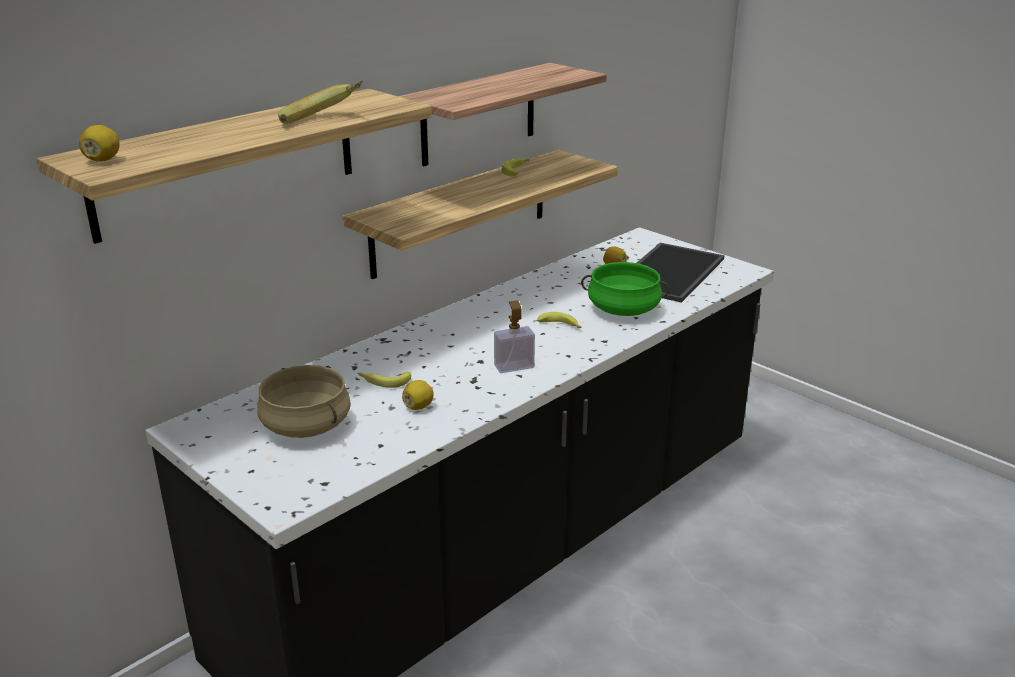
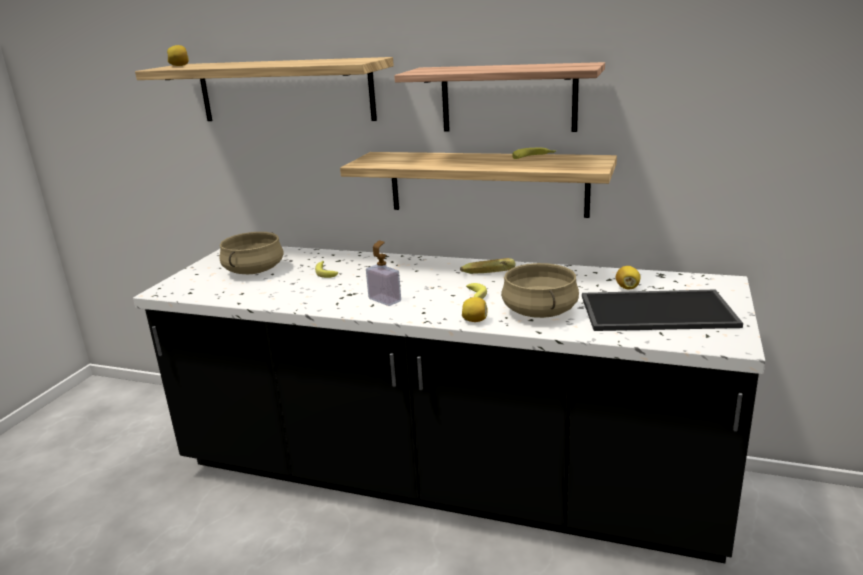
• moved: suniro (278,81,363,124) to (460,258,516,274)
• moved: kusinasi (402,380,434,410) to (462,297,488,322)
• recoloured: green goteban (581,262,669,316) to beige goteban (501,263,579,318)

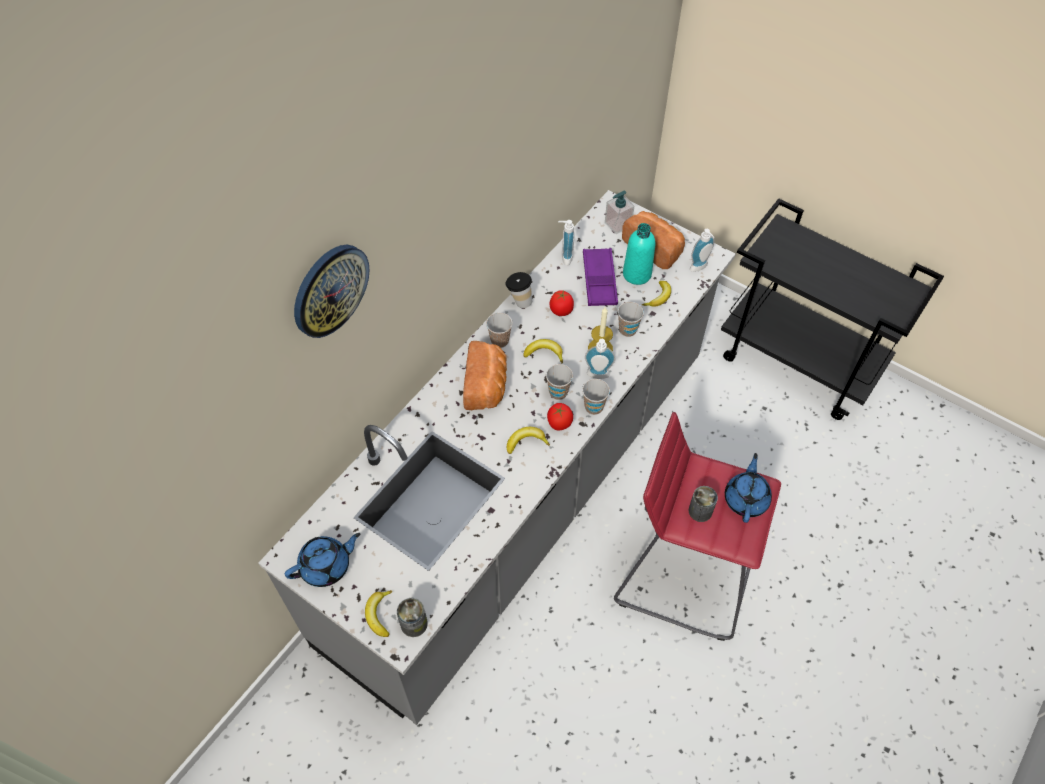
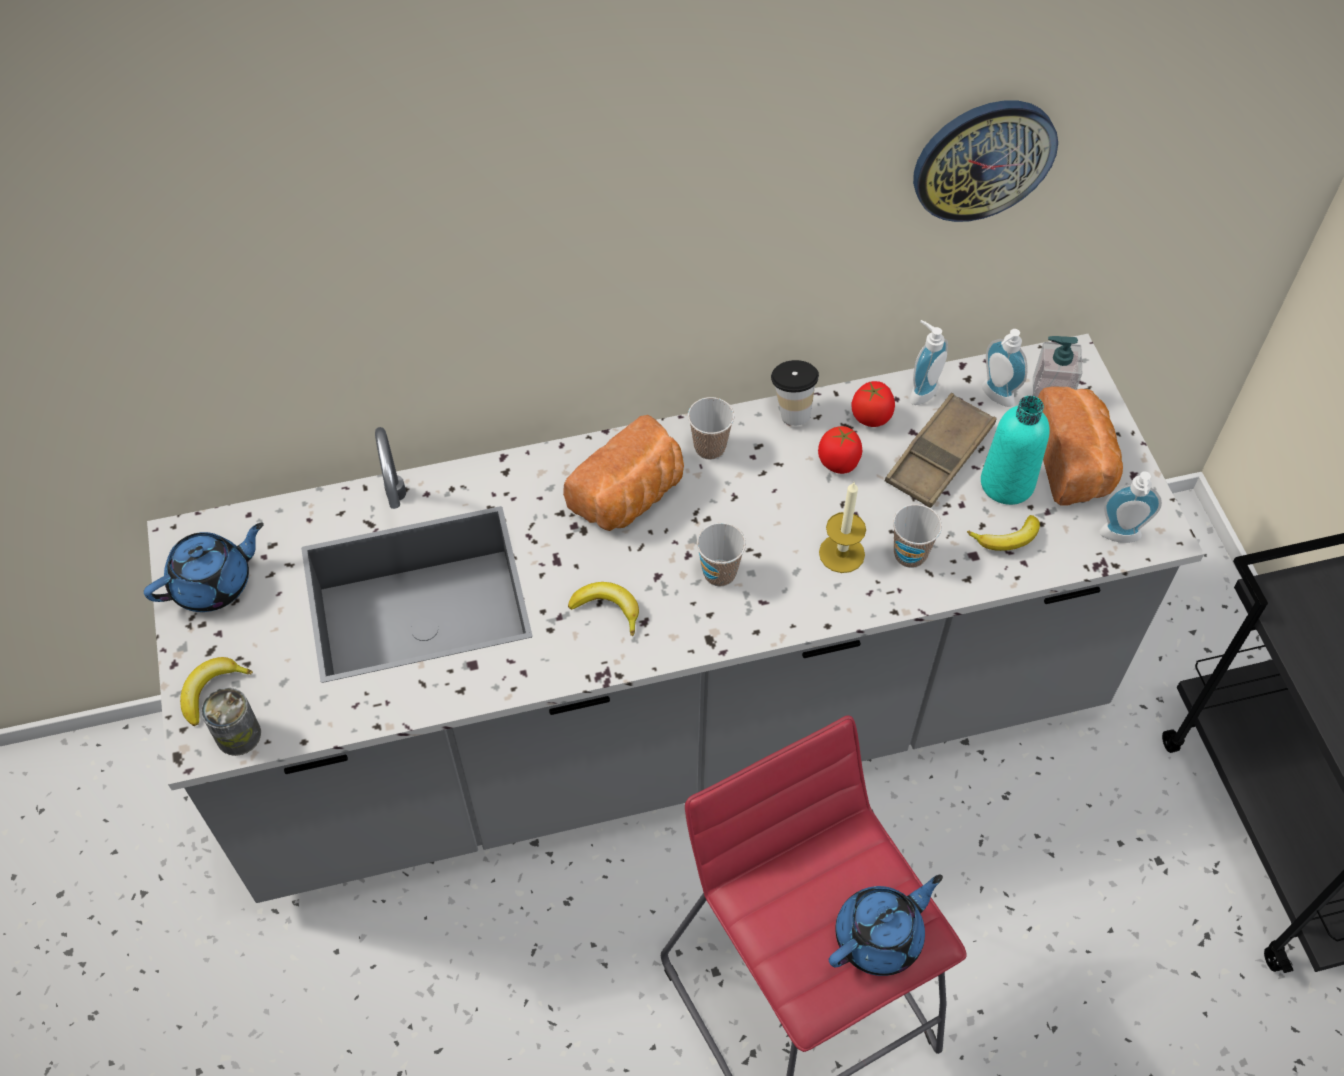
• turned: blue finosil (285,533,360,587) = (144,522,264,612) 45 degrees counterclockwise
• moved: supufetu (547,403,573,430) to (852,381,895,427)
• recoloured: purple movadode (583,248,618,306) to brown movadode (885,393,997,508)
• moved: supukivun (294,245,370,338) to (913,101,1058,222)
• moved: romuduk (585,339,615,379) to (982,329,1028,407)
• removed: suniro (524,339,563,363)
• removed: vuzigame (582,379,610,415)
• removed: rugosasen (688,486,718,522)

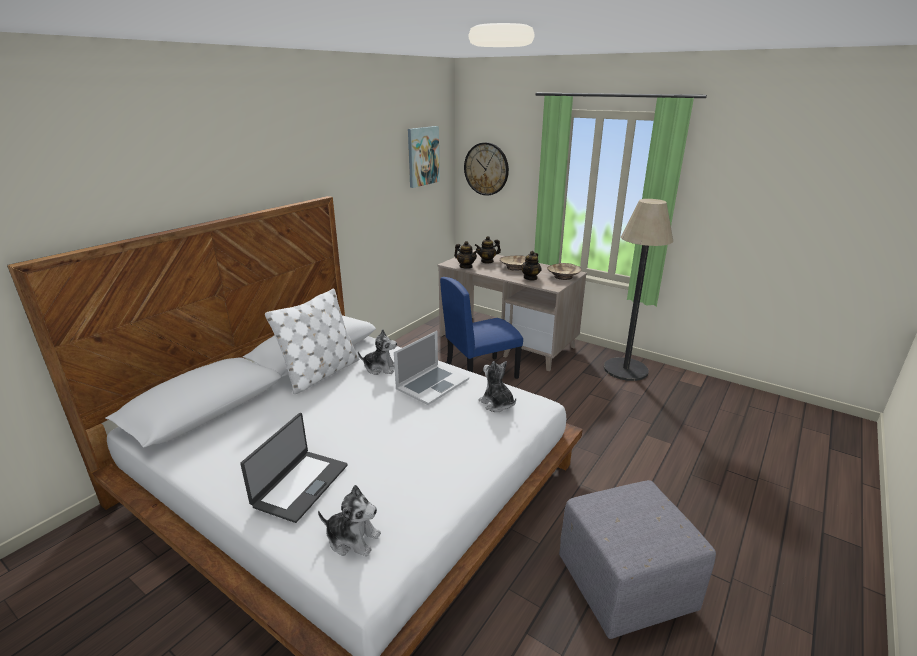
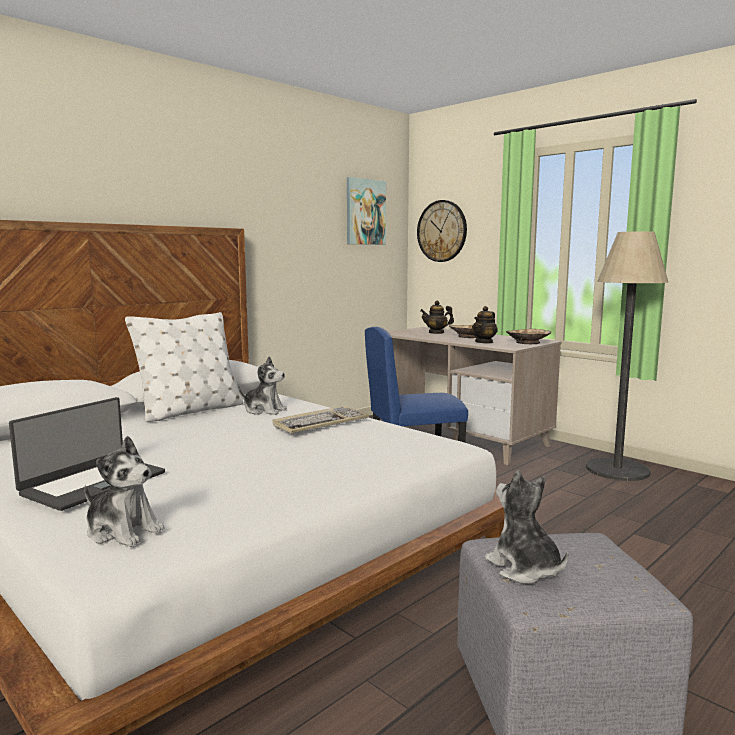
• replaced: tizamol (394,331,469,405) to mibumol (272,406,369,433)
• moved: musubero (478,361,516,412) to (485,470,568,584)
• removed: finosil (454,241,478,269)

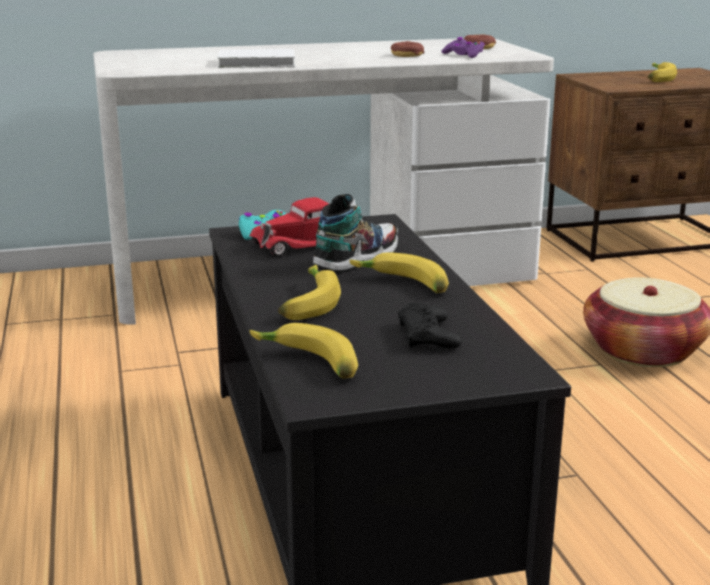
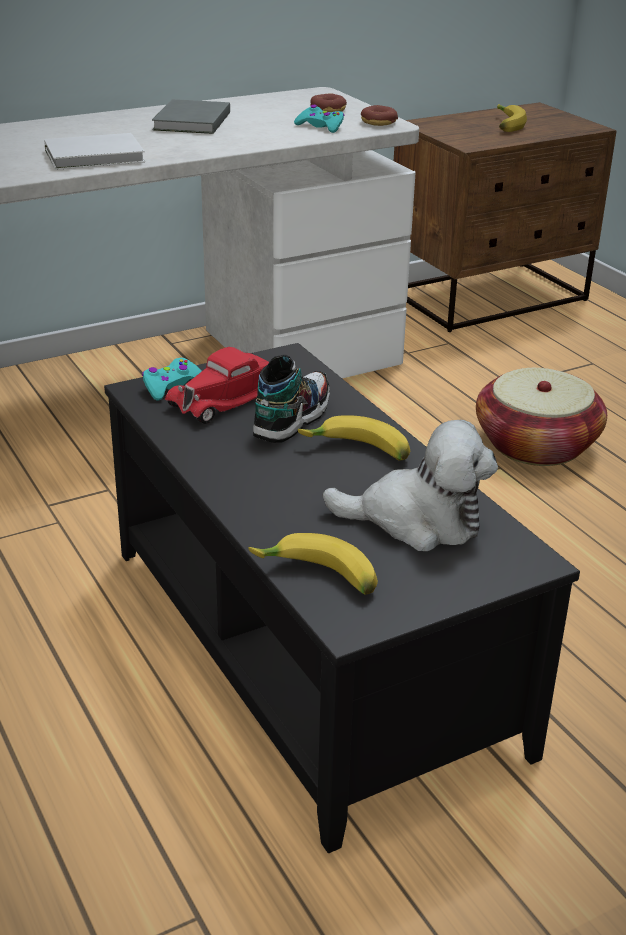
• added: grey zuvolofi (152,99,230,134)
• recoloured: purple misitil (442,37,485,58) to turquoise misitil (294,105,345,133)
• replaced: black misitil (398,303,462,348) to musubero (323,420,498,551)
• moved: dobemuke (391,41,424,57) to (361,105,398,126)
• removed: suniro (278,265,341,320)

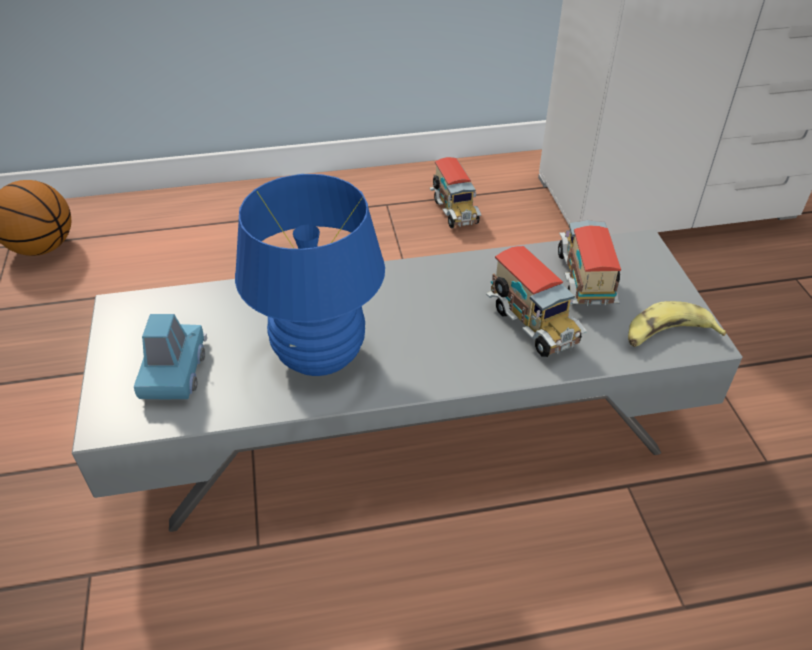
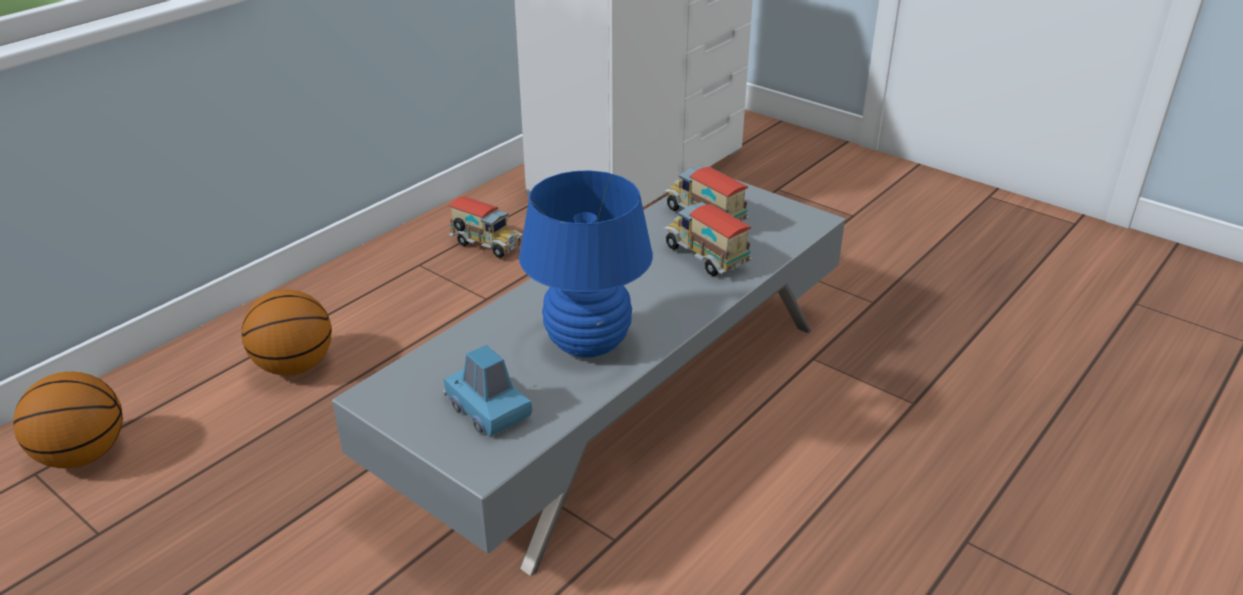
• added: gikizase (242,290,332,376)
• turned: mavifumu (486,246,587,357) = (663,202,752,276) 150 degrees counterclockwise
• removed: suniro (628,301,726,347)

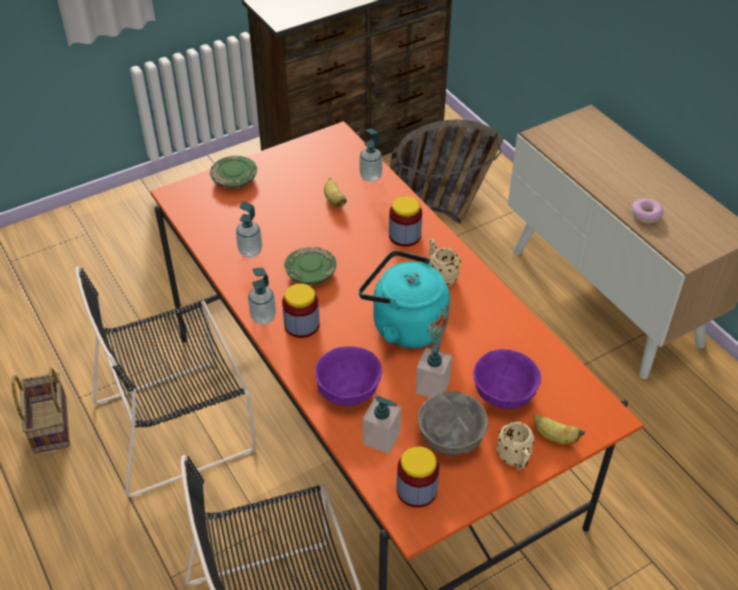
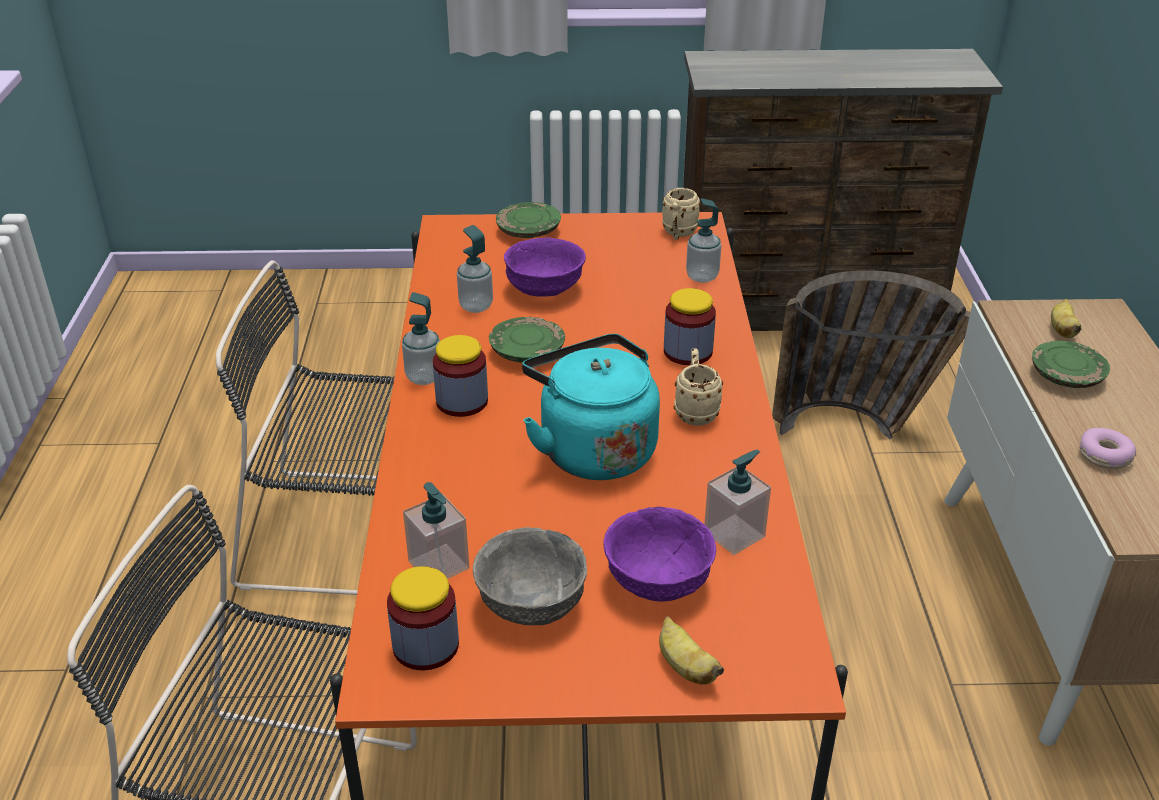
• moved: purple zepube (315,346,382,406) to (504,237,586,297)
• moved: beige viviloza (497,422,534,470) to (662,188,701,240)
• moved: romuduk (415,337,452,398) to (704,450,771,555)
• added: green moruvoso (1032,341,1110,388)
• moved: suniro (324,178,347,207) to (1051,299,1081,338)
• removed: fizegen (12,368,70,454)

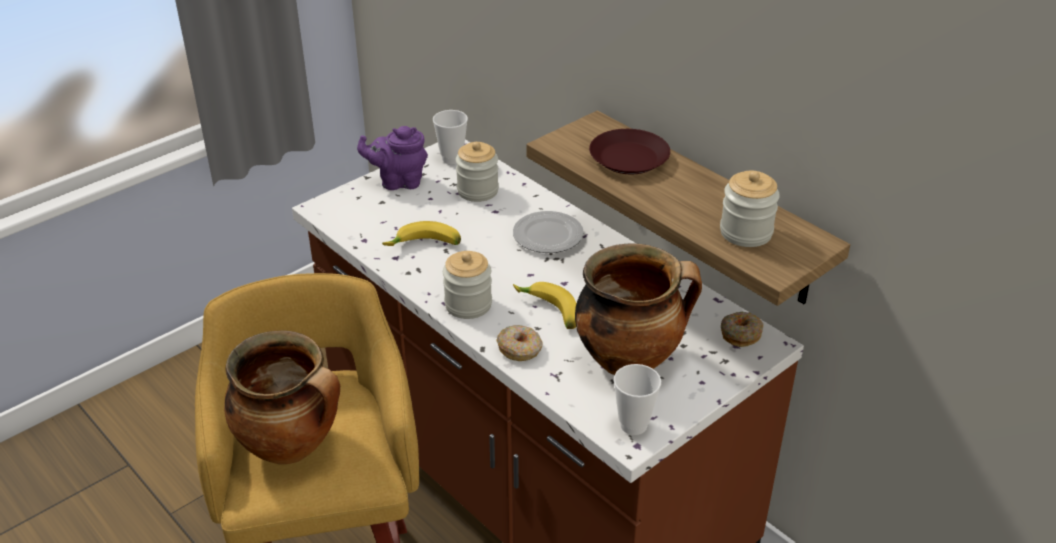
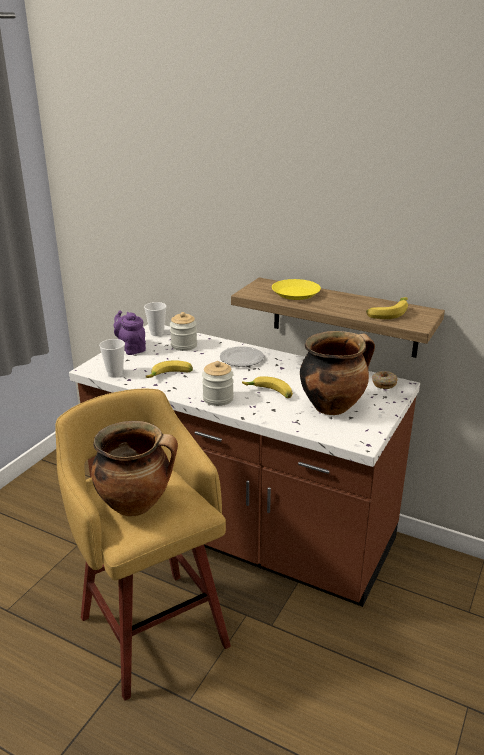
• moved: vuzigame (613,364,661,435) to (99,339,125,378)
• turned: purple finosil (357,126,428,190) = (114,310,146,355) 75 degrees clockwise
• recoloured: brown moruvoso (589,129,670,174) to yellow moruvoso (272,279,321,300)
• replaced: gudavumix (720,171,780,247) to suniro (366,297,408,319)
• removed: dobemuke (496,325,542,361)

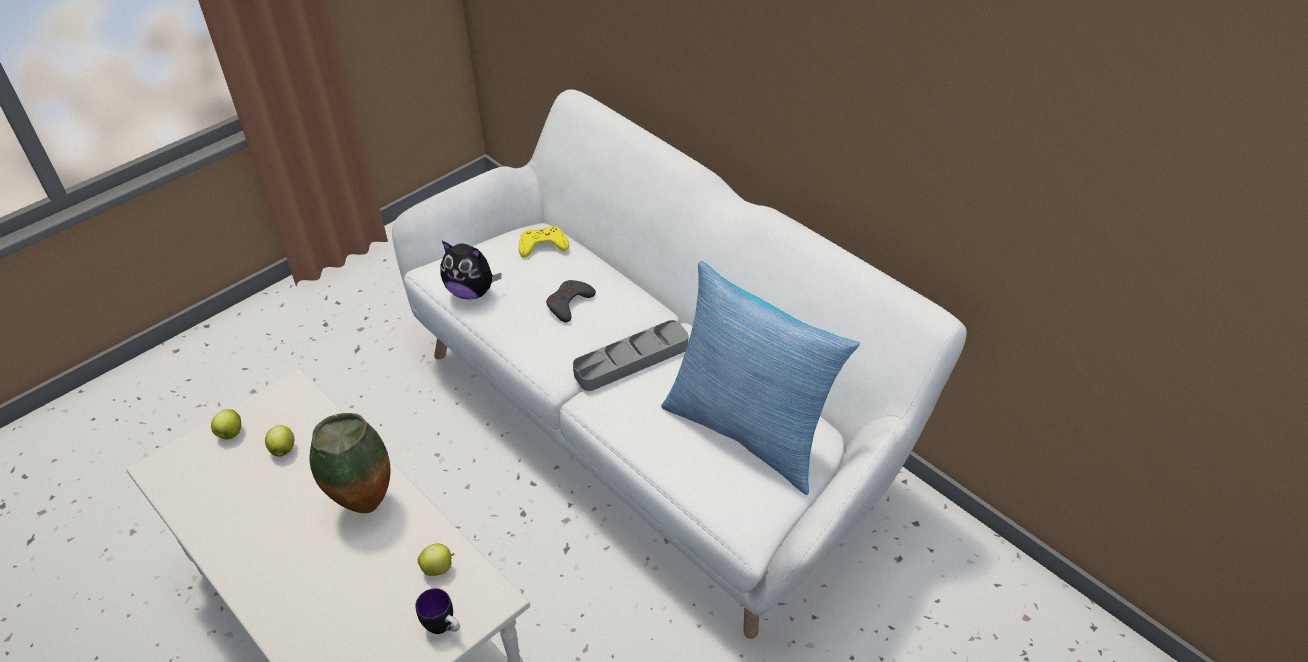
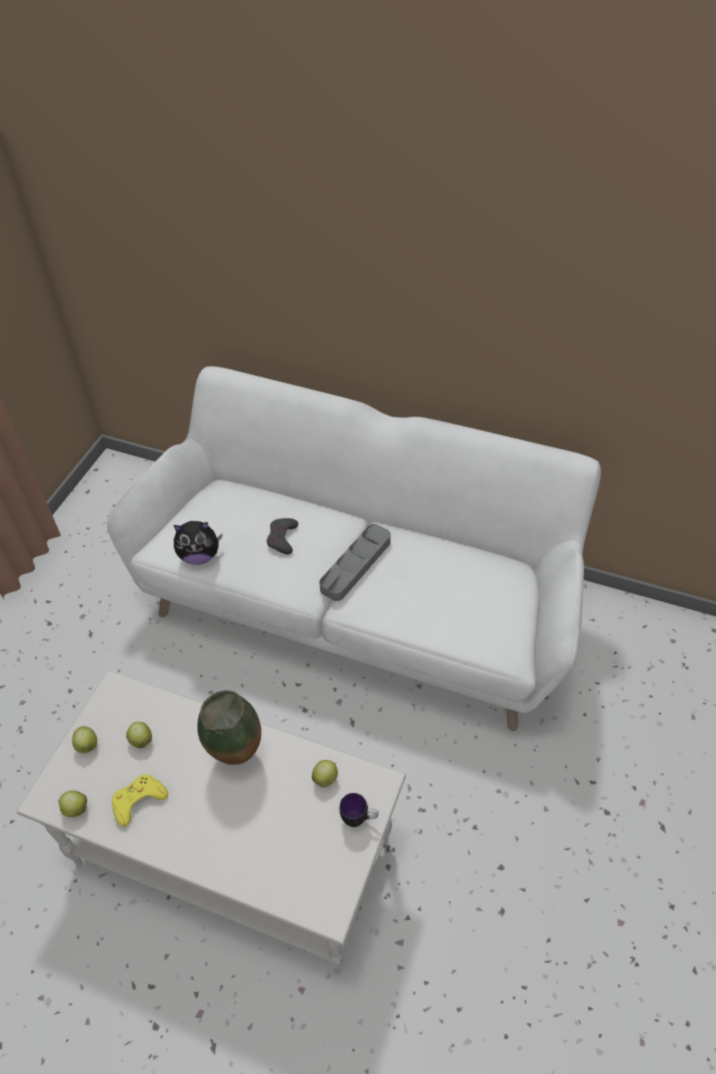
• added: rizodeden (58,791,87,817)
• moved: yellow misitil (519,226,569,257) to (112,774,168,827)
• removed: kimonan (661,261,860,495)

